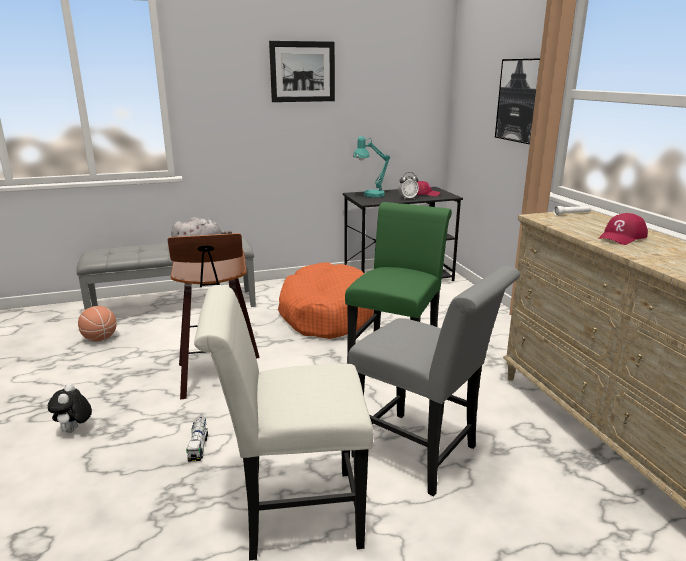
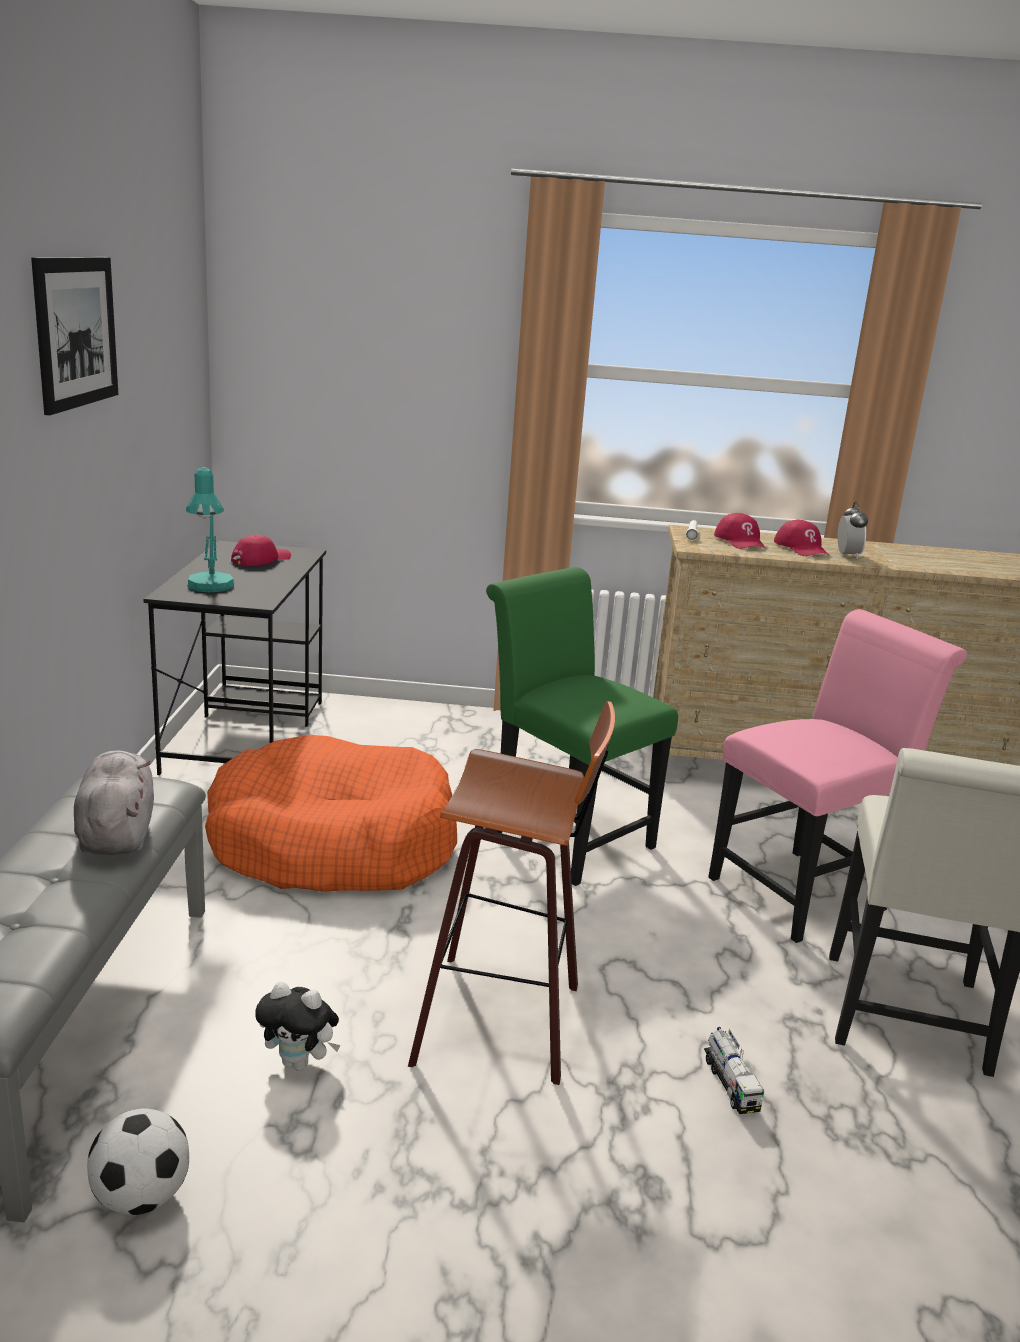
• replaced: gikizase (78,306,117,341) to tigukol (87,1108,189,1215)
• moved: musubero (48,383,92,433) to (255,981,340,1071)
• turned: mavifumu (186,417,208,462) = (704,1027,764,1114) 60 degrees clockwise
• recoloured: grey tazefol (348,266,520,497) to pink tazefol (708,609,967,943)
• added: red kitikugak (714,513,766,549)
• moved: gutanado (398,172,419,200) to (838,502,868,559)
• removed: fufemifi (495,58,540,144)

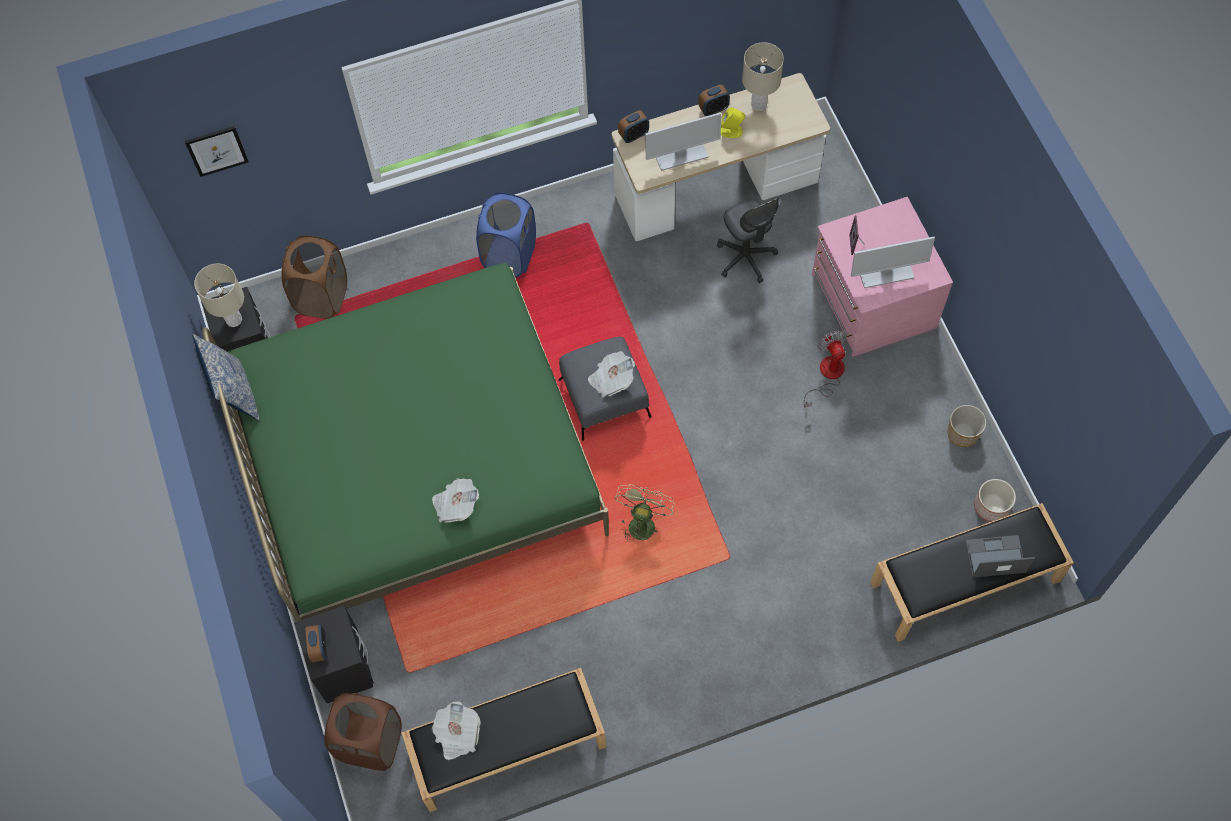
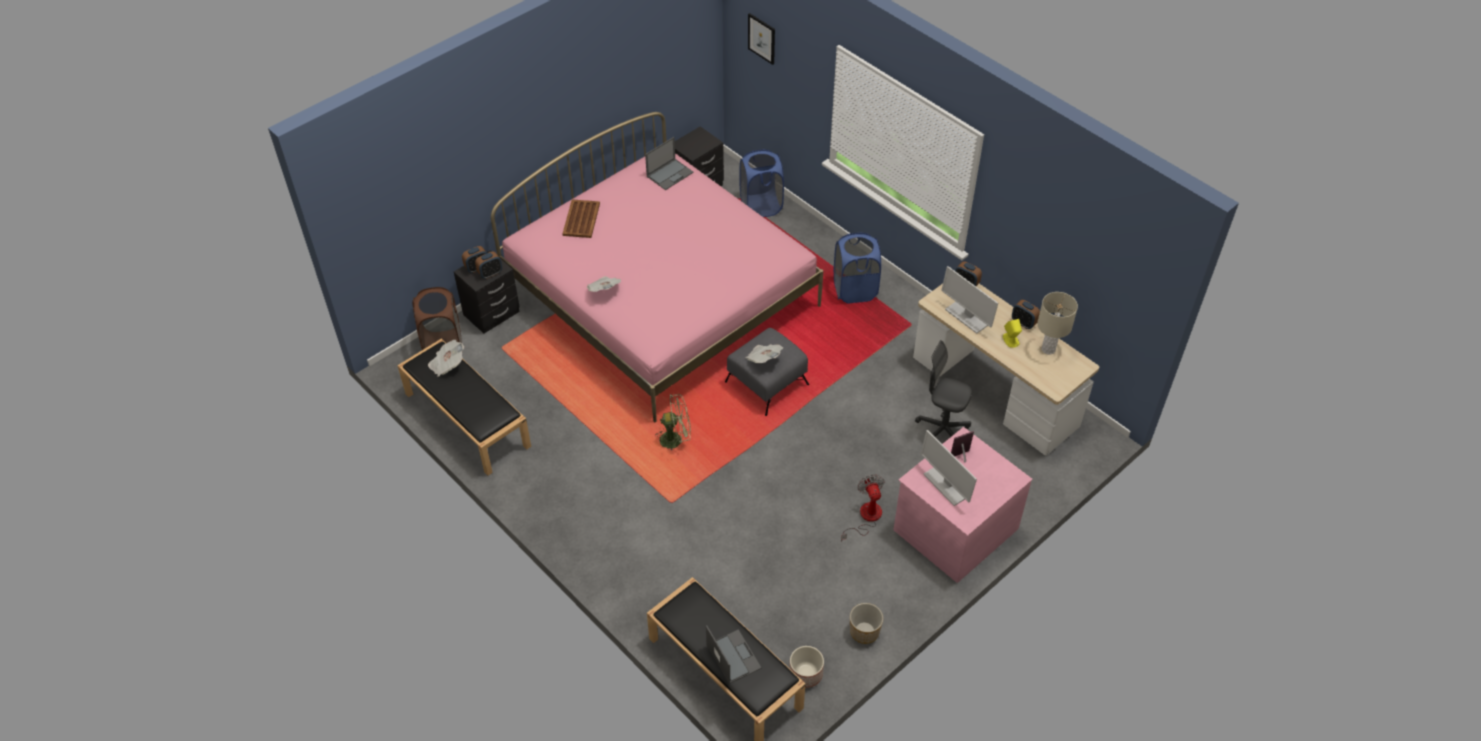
• added: gutanado (475,251,502,279)
• recoloured: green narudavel (202,263,609,622) to pink narudavel (491,112,823,422)
• added: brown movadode (562,199,600,238)
• added: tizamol (645,137,694,190)
• recoloured: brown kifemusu (281,235,347,319) to blue kifemusu (740,149,784,217)
• turned: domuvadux (804,331,847,408) = (841,475,885,542) 60 degrees counterclockwise
• turned: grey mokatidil (717,197,779,283) = (915,340,972,437) 75 degrees clockwise
• removed: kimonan (192,334,260,421)
• removed: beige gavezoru (194,264,244,327)

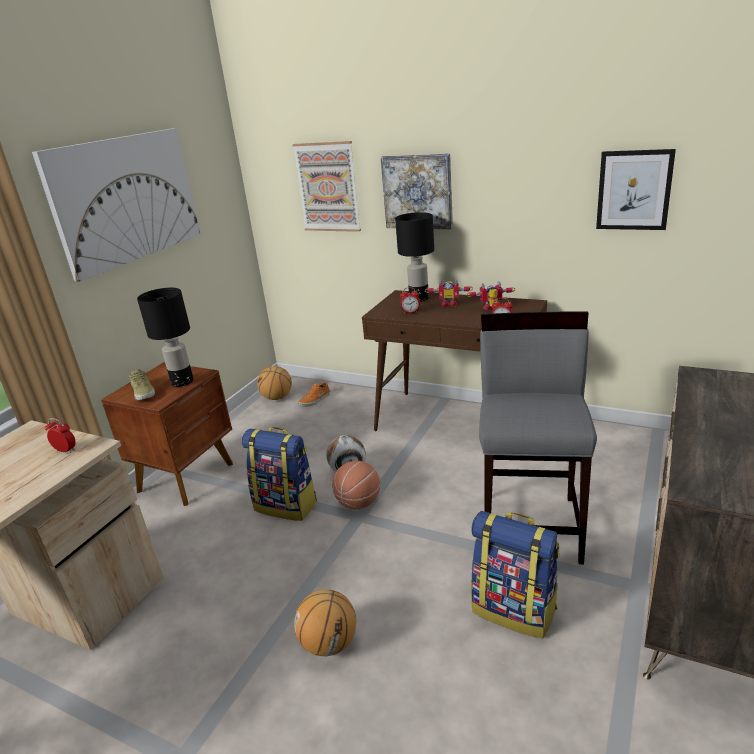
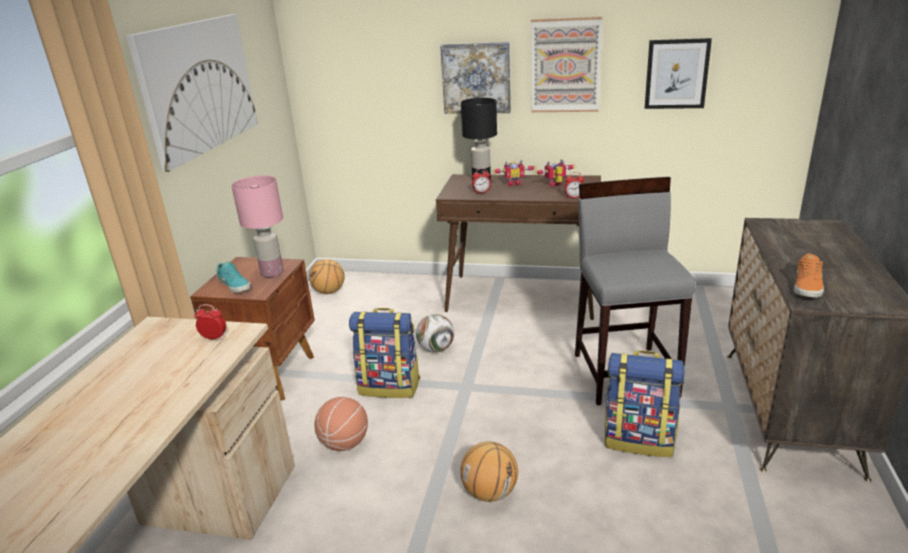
• recoloured: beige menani (129,369,155,400) to turquoise menani (217,262,251,293)
• recoloured: black gavezoru (137,288,193,387) to pink gavezoru (231,176,284,277)
• moved: gikizase (332,461,380,509) to (314,397,368,451)
• moved: fufemifi (293,141,361,232) to (531,17,603,112)
• moved: orange menani (298,382,330,407) to (794,253,824,298)

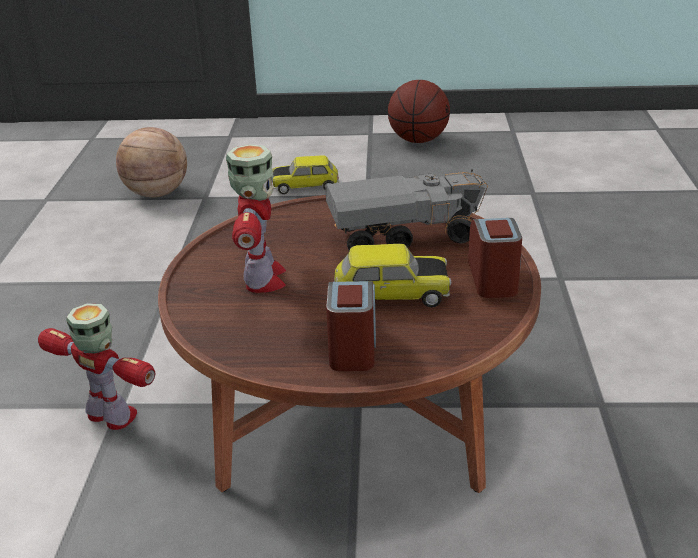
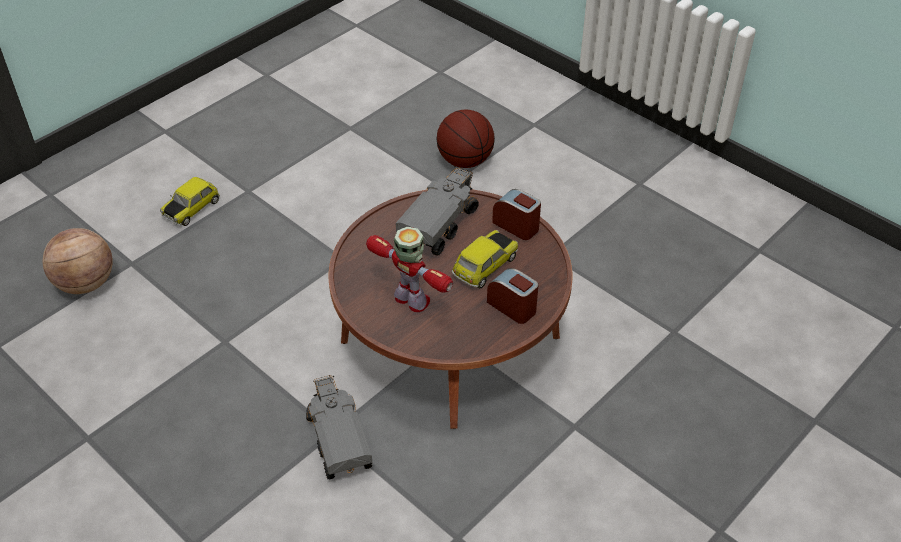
• replaced: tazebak (38,303,155,430) to mavifumu (306,375,372,479)
• moved: gikizase (388,80,450,143) to (436,109,495,168)

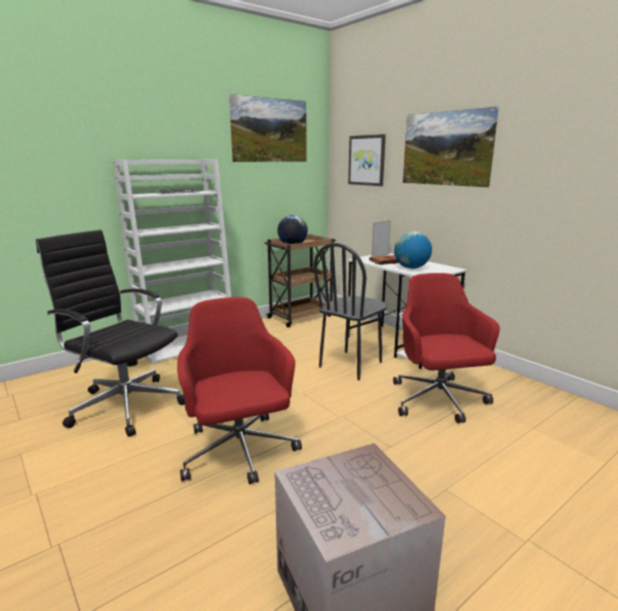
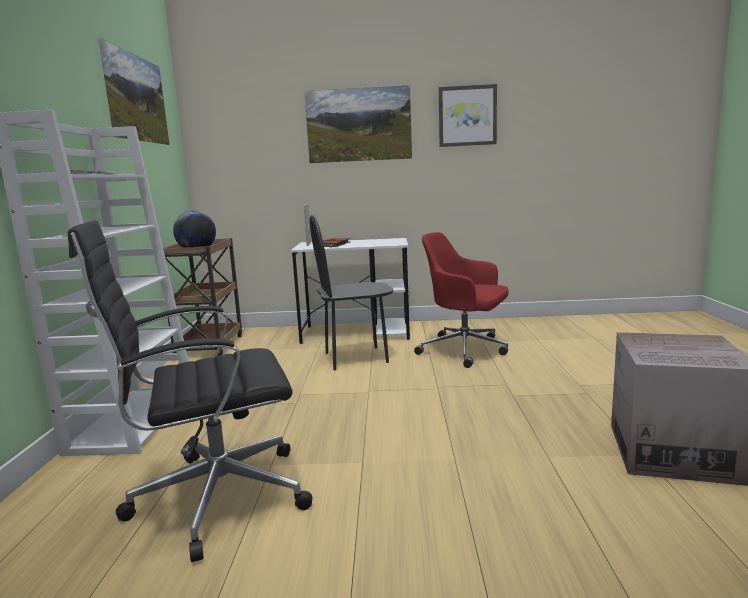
• turned: black tazefol (313,243,387,380) = (310,214,393,370) 90 degrees clockwise
• moved: fufemifi (348,134,386,186) to (439,84,497,147)
• removed: red mokatidil (177,297,302,484)
• removed: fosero (394,231,432,269)

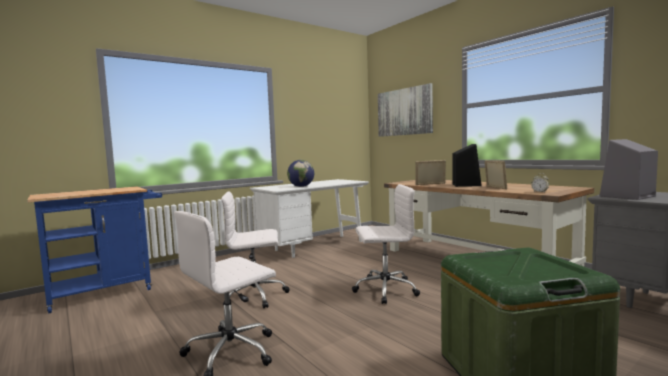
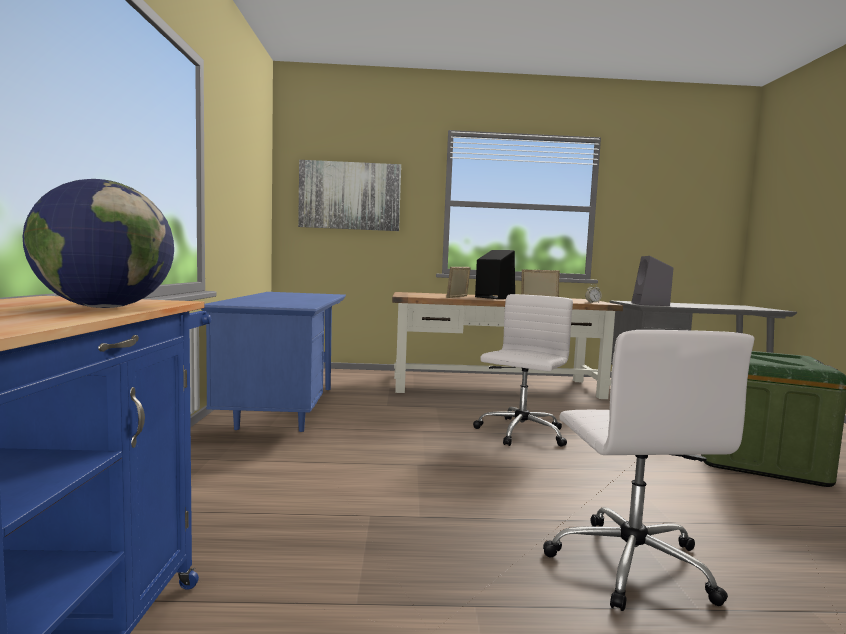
• moved: fosero (287,160,314,187) to (22,179,174,308)
• recoloured: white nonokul (250,179,369,258) to blue nonokul (201,292,346,432)
• removed: white mokatidil (221,191,290,309)

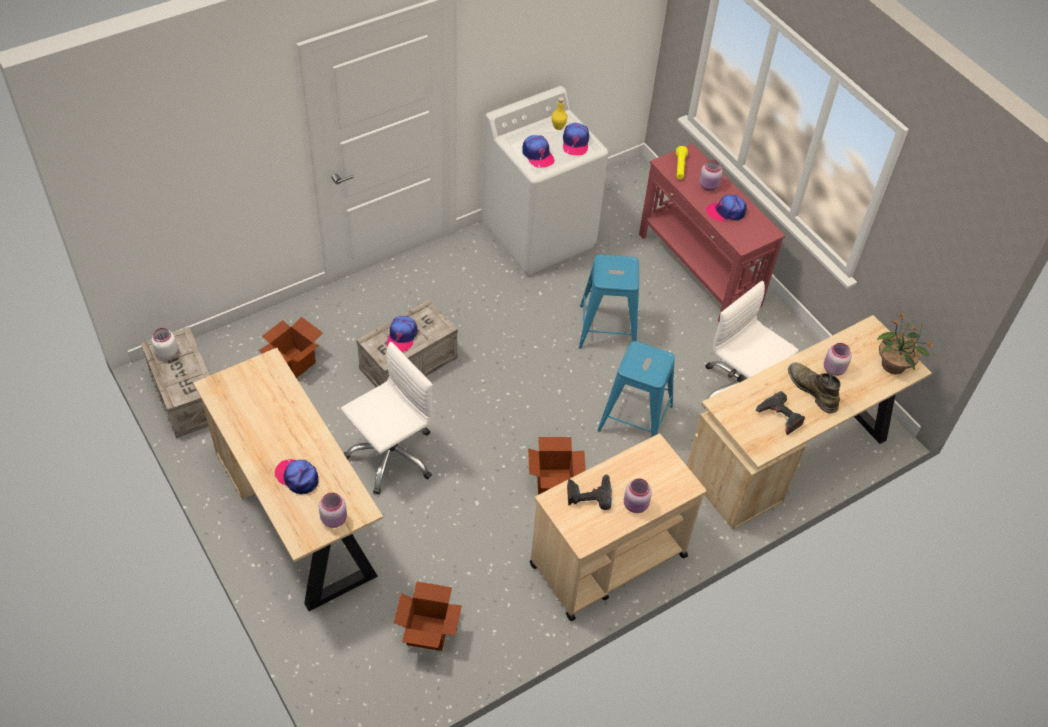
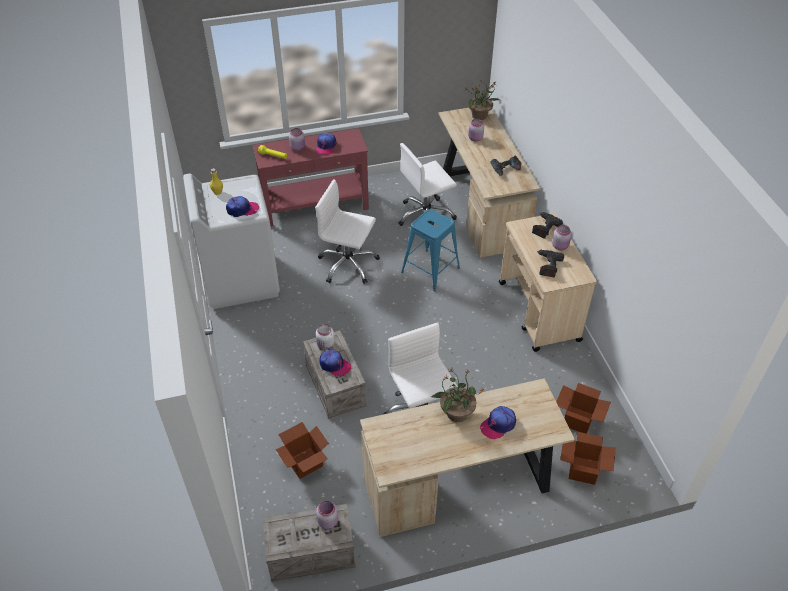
• replaced: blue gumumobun (579,254,639,349) to white mokatidil (315,179,380,284)
• moved: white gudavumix (152,328,178,359) to (316,324,334,349)
• moved: pink gudavumix (319,493,347,528) to (316,501,338,529)
• added: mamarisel (431,369,484,422)
• added: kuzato (532,212,563,239)
• moved: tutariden (528,437,586,495) to (560,432,616,485)
• removed: kitikugak (563,123,589,155)
• removed: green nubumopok (788,363,840,413)

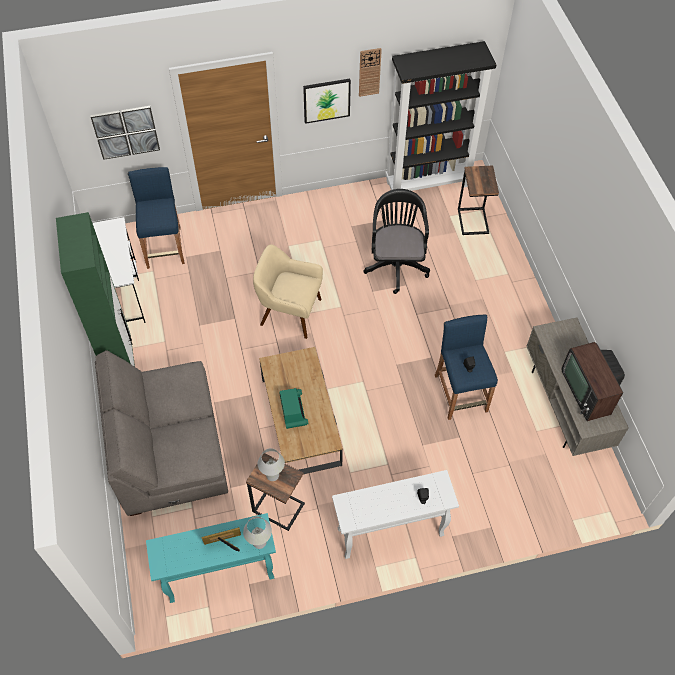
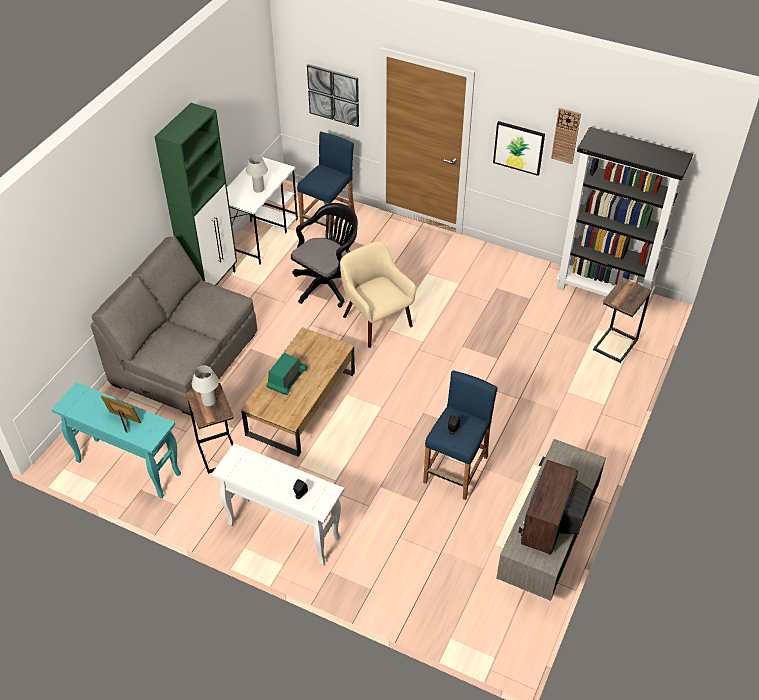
• moved: white gavezoru (243,516,272,549) to (246,155,268,193)
• moved: black mokatidil (363,189,430,294) to (291,203,358,308)

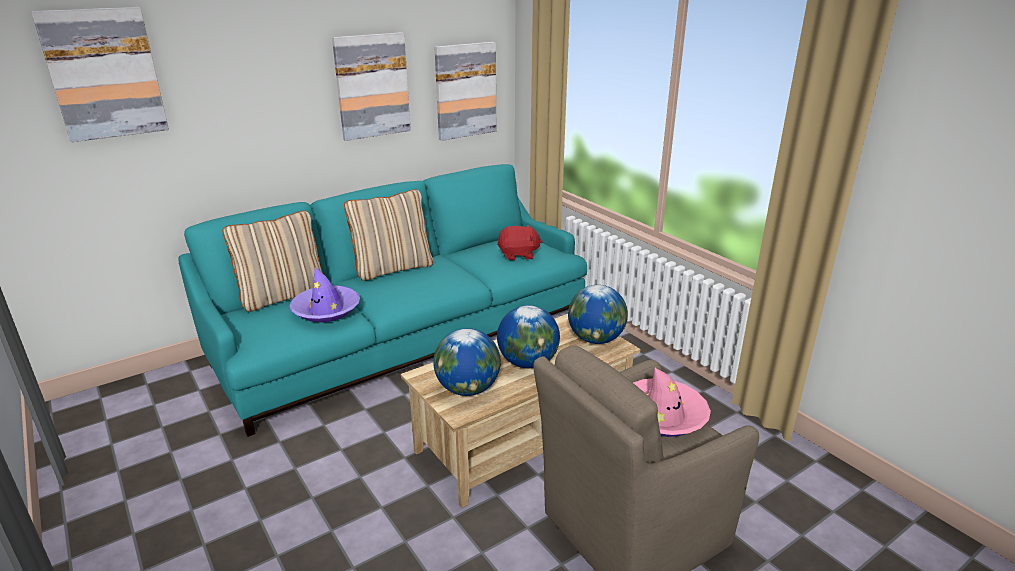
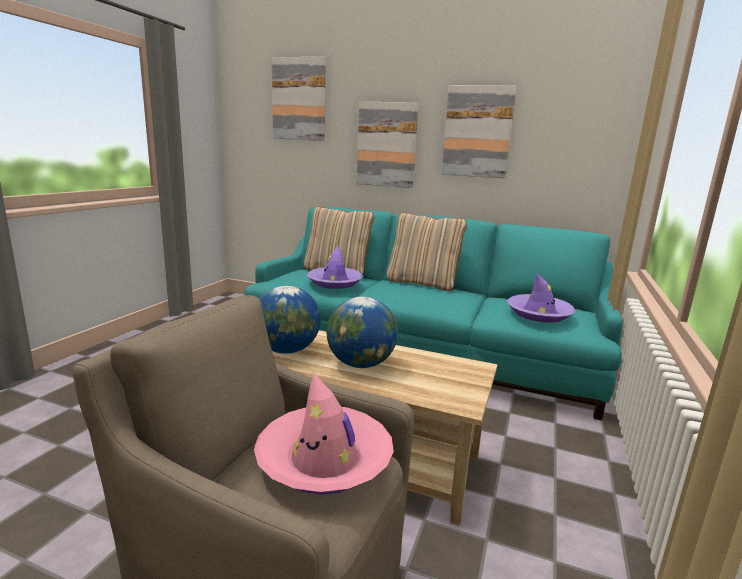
• moved: fufemifi (435,42,496,141) to (356,102,419,188)
• replaced: red musubero (497,225,543,260) to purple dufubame (507,274,576,323)
• removed: fosero (568,285,628,344)

